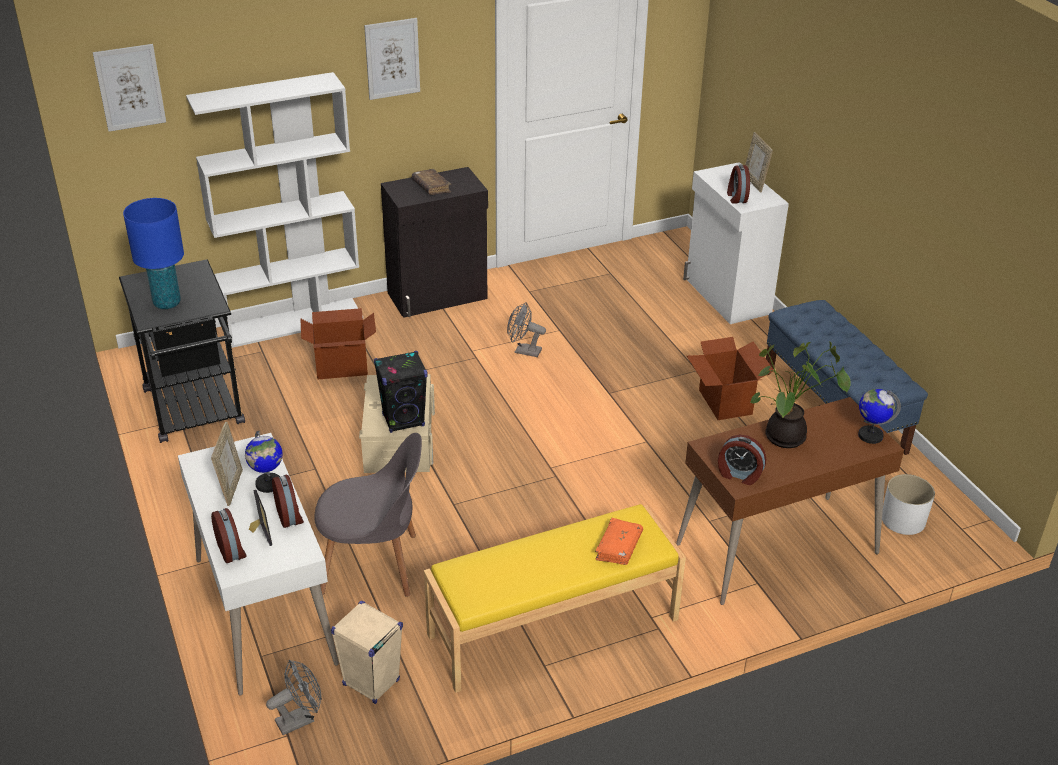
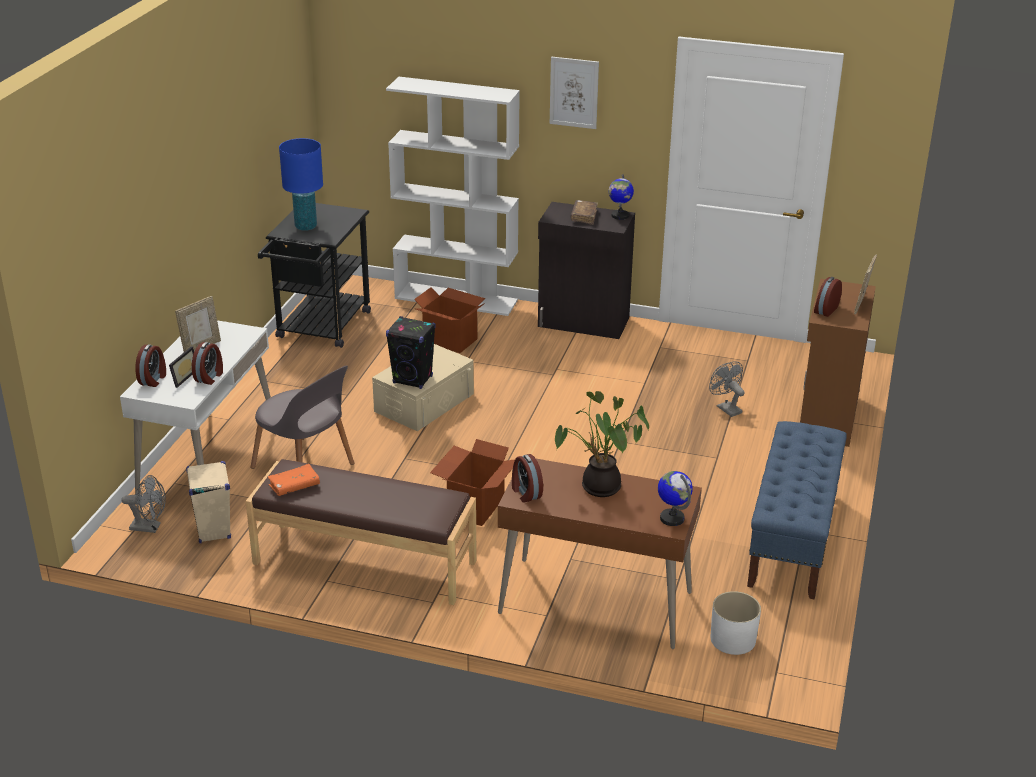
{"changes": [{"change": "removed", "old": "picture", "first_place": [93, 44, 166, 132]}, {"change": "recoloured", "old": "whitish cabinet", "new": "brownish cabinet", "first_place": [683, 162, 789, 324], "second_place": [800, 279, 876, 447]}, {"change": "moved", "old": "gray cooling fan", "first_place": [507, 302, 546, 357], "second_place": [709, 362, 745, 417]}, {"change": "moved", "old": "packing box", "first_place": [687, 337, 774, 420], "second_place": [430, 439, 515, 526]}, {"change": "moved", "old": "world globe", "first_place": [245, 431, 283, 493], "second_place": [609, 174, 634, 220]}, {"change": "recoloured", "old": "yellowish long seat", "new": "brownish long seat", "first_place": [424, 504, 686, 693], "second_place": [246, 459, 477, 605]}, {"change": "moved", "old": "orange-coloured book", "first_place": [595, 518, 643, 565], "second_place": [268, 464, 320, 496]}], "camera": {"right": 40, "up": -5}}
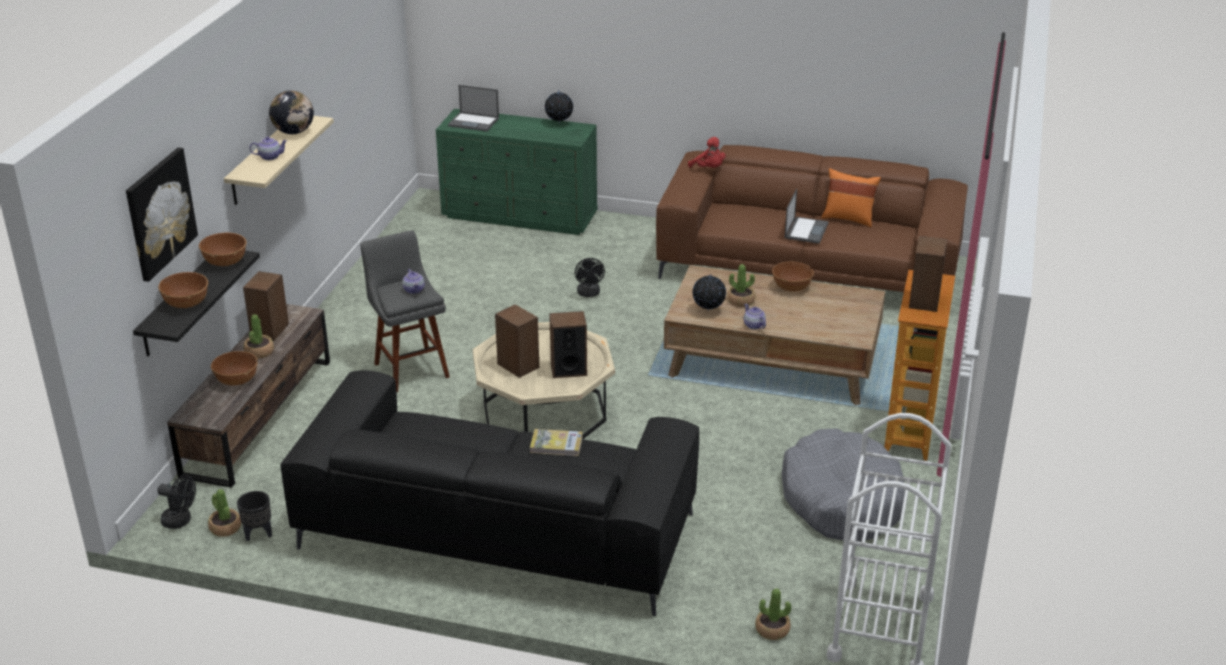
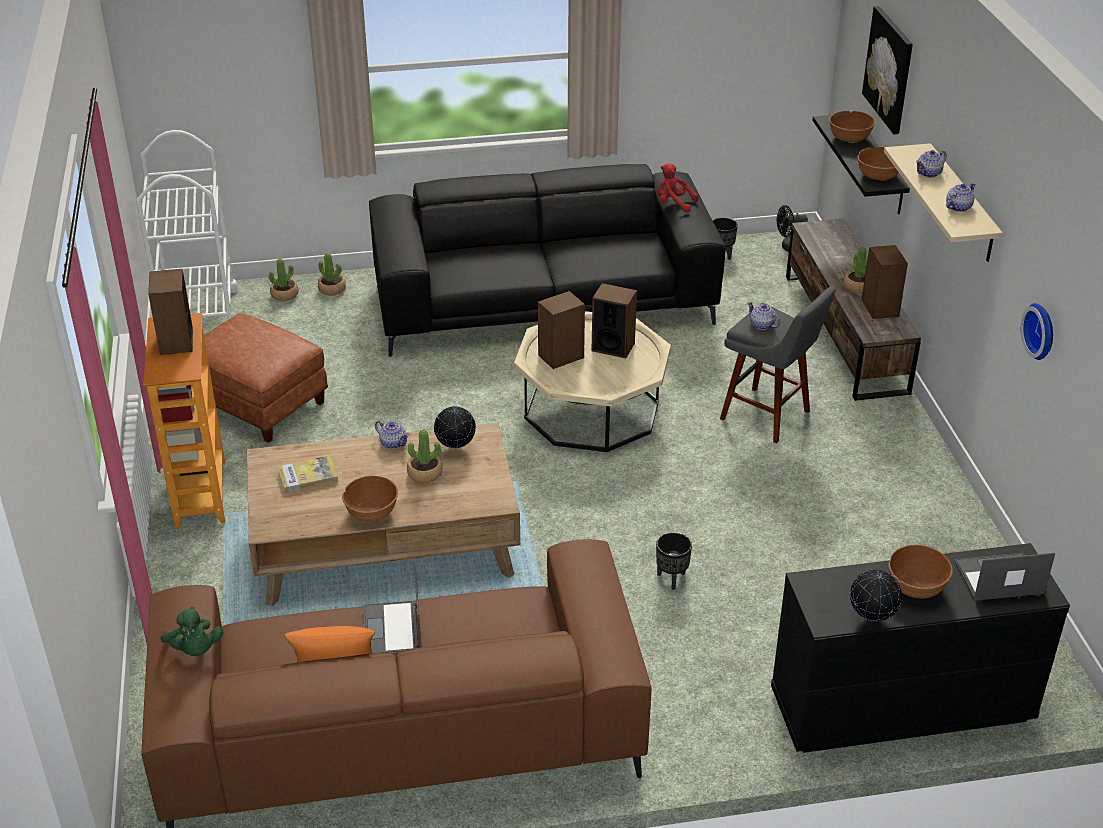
{"changes": [{"change": "replaced", "old": "world globe", "new": "pot for tea", "first_place": [269, 90, 314, 134], "second_place": [946, 183, 976, 212]}, {"change": "recoloured", "old": "green-coloured dresser", "new": "black dresser", "first_place": [436, 109, 597, 235], "second_place": [771, 543, 1070, 753]}, {"change": "moved", "old": "reddish plush toy", "first_place": [688, 137, 726, 168], "second_place": [658, 163, 698, 212]}, {"change": "replaced", "old": "black cooling fan", "new": "black flower pot", "first_place": [575, 258, 605, 297], "second_place": [656, 532, 692, 590]}, {"change": "moved", "old": "brownish serving bowl", "first_place": [211, 351, 258, 386], "second_place": [888, 545, 953, 599]}, {"change": "moved", "old": "book", "first_place": [530, 429, 583, 456], "second_place": [277, 456, 338, 493]}, {"change": "replaced", "old": "gray dog cushion", "new": "brownish footrest", "first_place": [781, 429, 905, 542], "second_place": [204, 313, 328, 443]}, {"change": "moved", "old": "plant in a pot", "first_place": [208, 489, 241, 537], "second_place": [318, 253, 346, 295]}, {"change": "added", "new": "wall clock", "second_place": [1021, 303, 1053, 360]}, {"change": "added", "new": "green-coloured plush toy", "second_place": [160, 607, 223, 656]}], "camera": {"right": 155, "up": 5}}
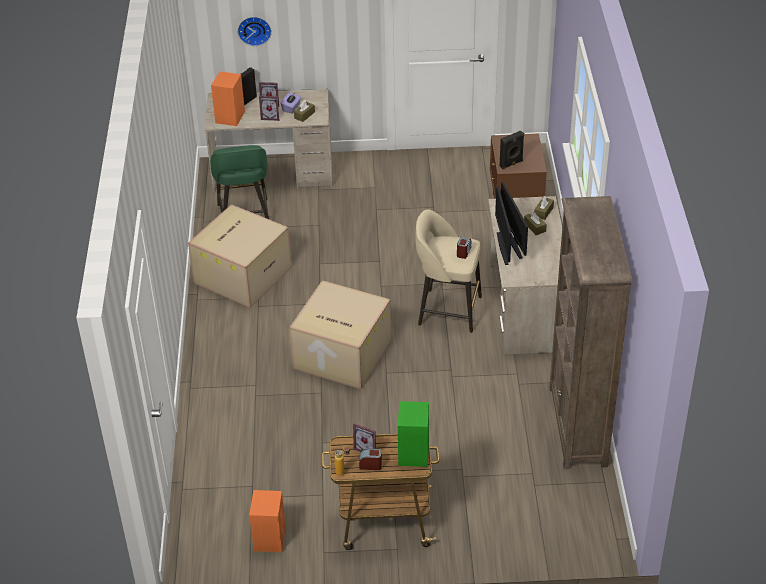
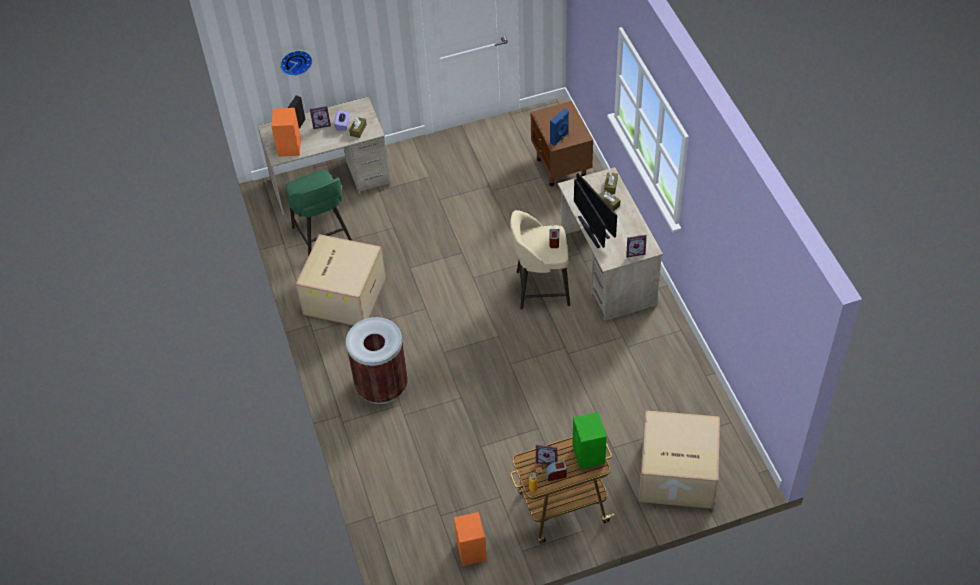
{"changes": [{"change": "moved", "old": "picture frame", "first_place": [259, 95, 279, 121], "second_place": [626, 235, 647, 258]}, {"change": "recoloured", "old": "black audio speaker", "new": "blue-coloured audio speaker", "first_place": [500, 130, 524, 169], "second_place": [550, 108, 569, 146]}, {"change": "removed", "old": "brownish bookcase", "first_place": [549, 196, 632, 469]}, {"change": "moved", "old": "packing box", "first_place": [289, 280, 391, 389], "second_place": [639, 410, 720, 509]}, {"change": "added", "new": "brownish rubbish bin", "second_place": [346, 317, 408, 404]}], "camera": {"right": -15, "up": 10}}
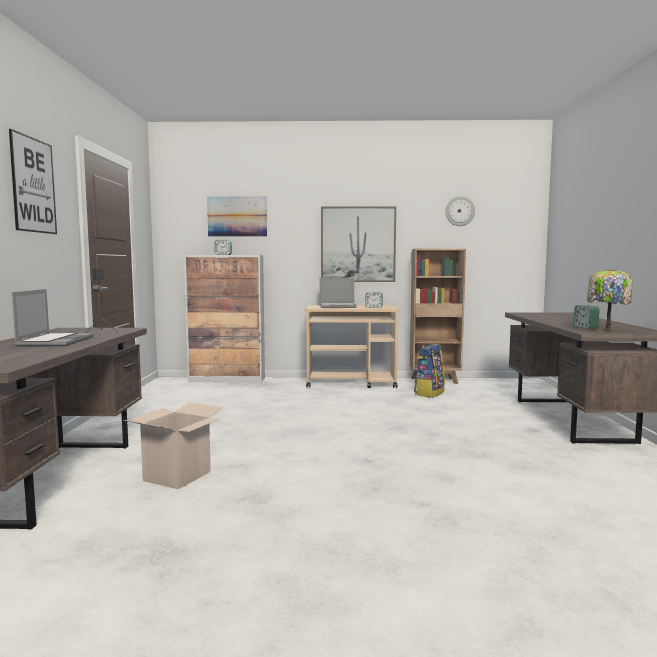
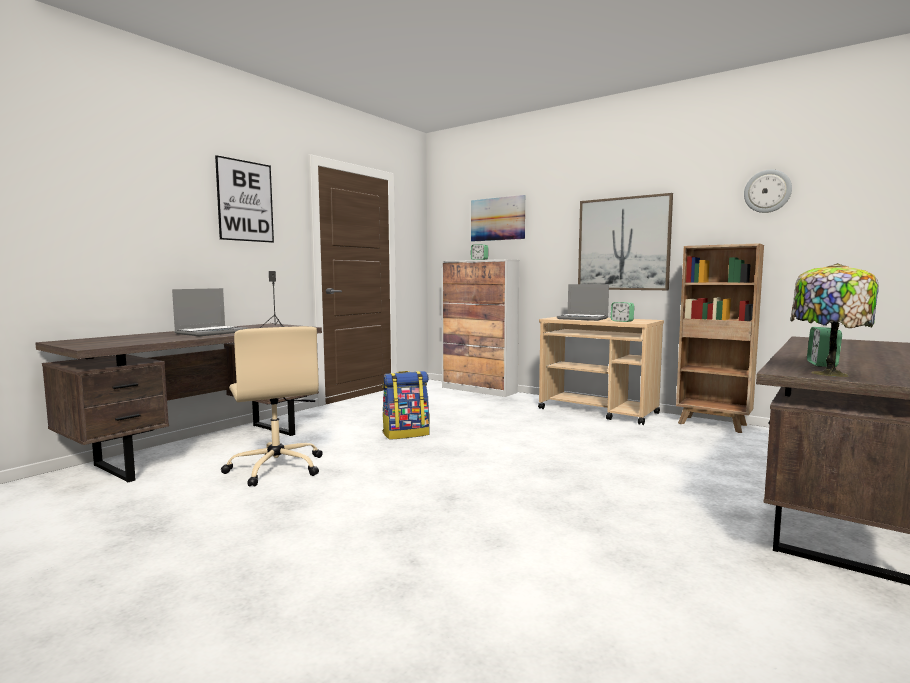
{"changes": [{"change": "moved", "old": "backpack", "first_place": [414, 344, 445, 398], "second_place": [382, 371, 430, 440]}, {"change": "replaced", "old": "packing box", "new": "beige-coloured desk chair", "first_place": [124, 402, 223, 489], "second_place": [221, 326, 323, 487]}], "camera": {"right": 35, "up": 0}}
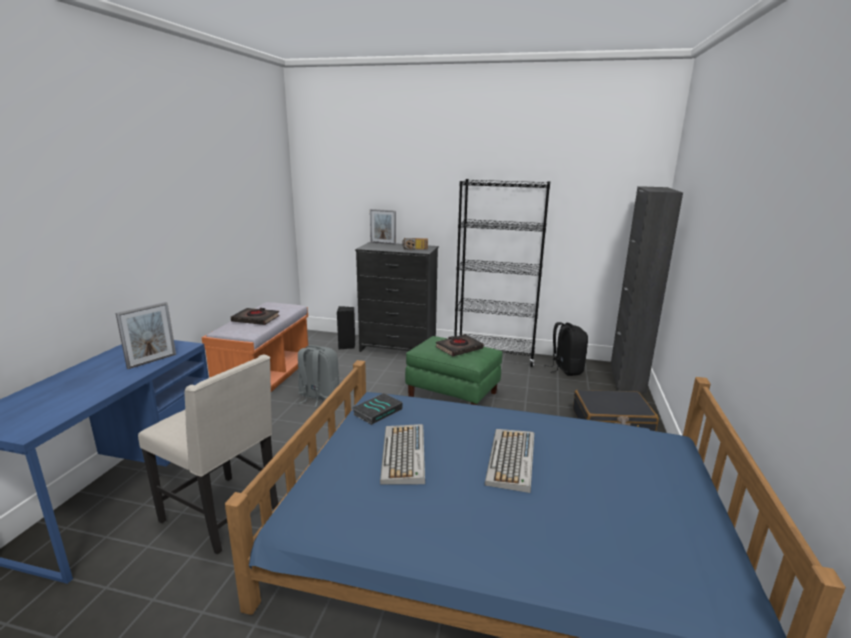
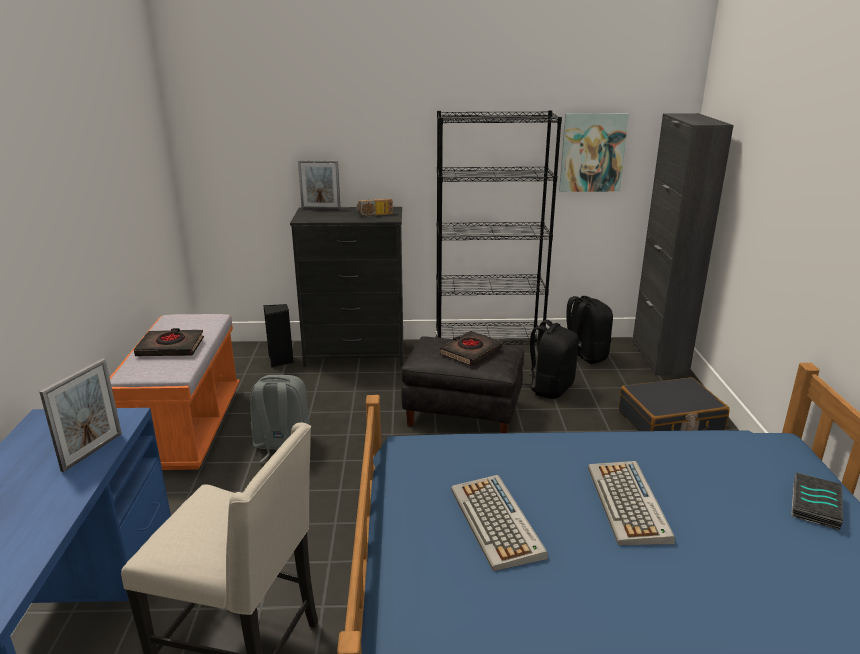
{"changes": [{"change": "recoloured", "old": "green-coloured footrest", "new": "black footrest", "first_place": [405, 336, 502, 405], "second_place": [401, 336, 524, 433]}, {"change": "moved", "old": "book", "first_place": [352, 393, 403, 425], "second_place": [791, 472, 843, 530]}, {"change": "added", "new": "picture", "second_place": [559, 113, 629, 192]}, {"change": "added", "new": "black backpack", "second_place": [522, 320, 579, 399]}], "camera": {"right": -15, "up": 5}}
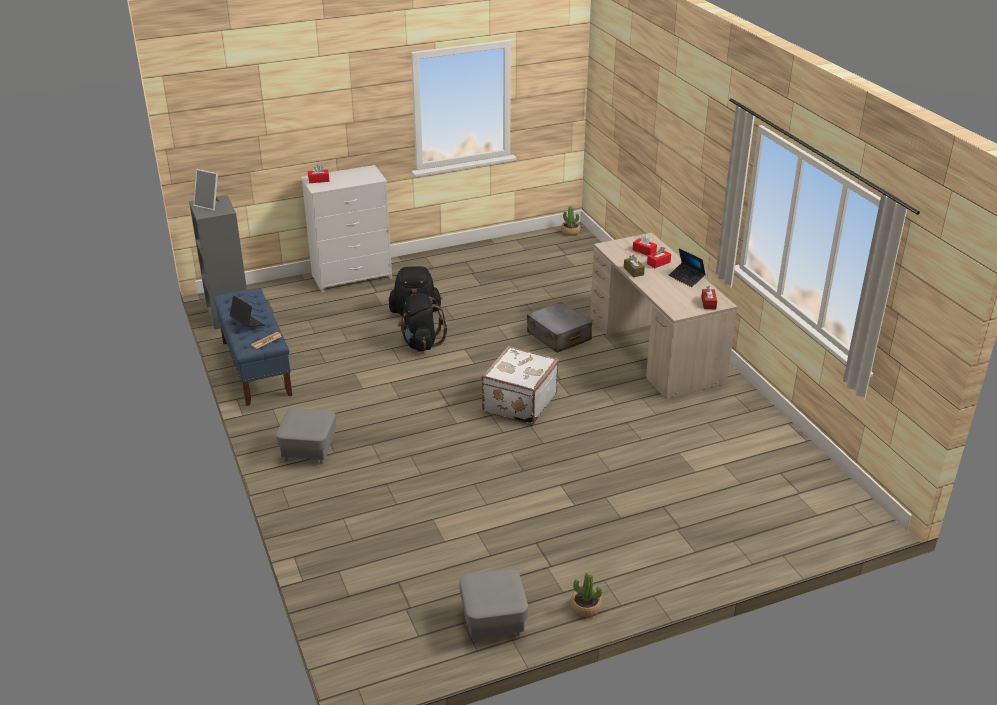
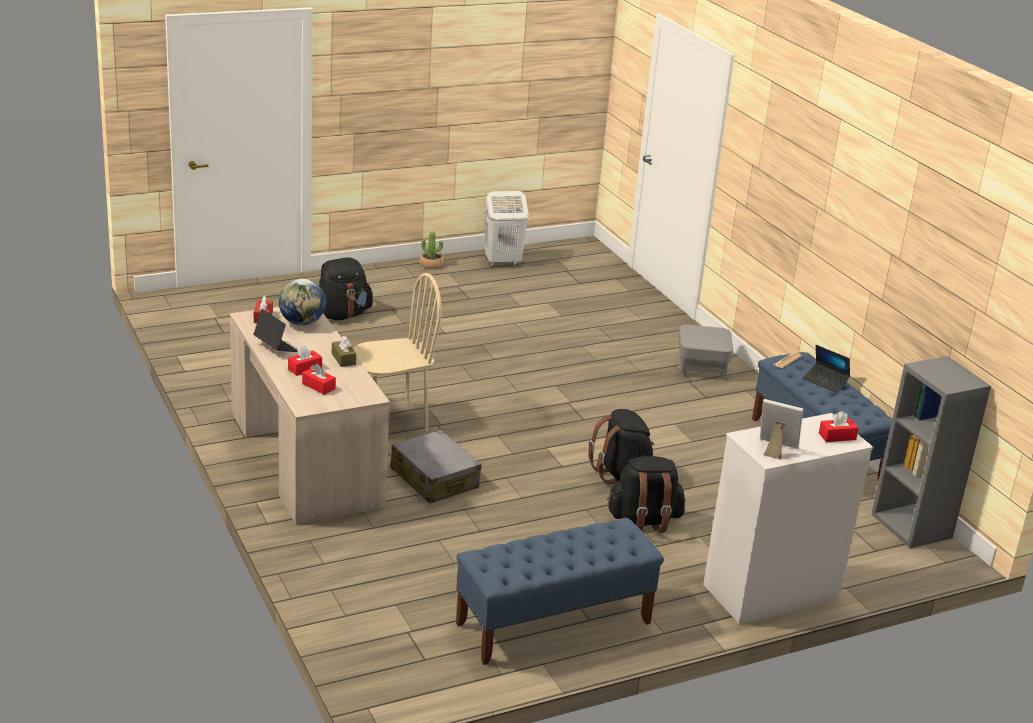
{"changes": [{"change": "moved", "old": "picture frame", "first_place": [193, 169, 221, 211], "second_place": [760, 399, 803, 460]}, {"change": "removed", "old": "plant in a pot", "first_place": [561, 206, 580, 236]}, {"change": "removed", "old": "whitish piece of luggage", "first_place": [481, 346, 559, 425]}, {"change": "replaced", "old": "gray footrest", "new": "whitish washing basket", "first_place": [460, 569, 528, 643], "second_place": [483, 191, 529, 266]}, {"change": "added", "new": "black backpack", "second_place": [318, 257, 373, 320]}, {"change": "added", "new": "beige-coloured upright chair", "second_place": [353, 273, 442, 431]}, {"change": "added", "new": "world globe", "second_place": [279, 278, 326, 326]}, {"change": "added", "new": "blue-coloured long seat", "second_place": [456, 518, 664, 665]}], "camera": {"right": 175, "up": -5}}
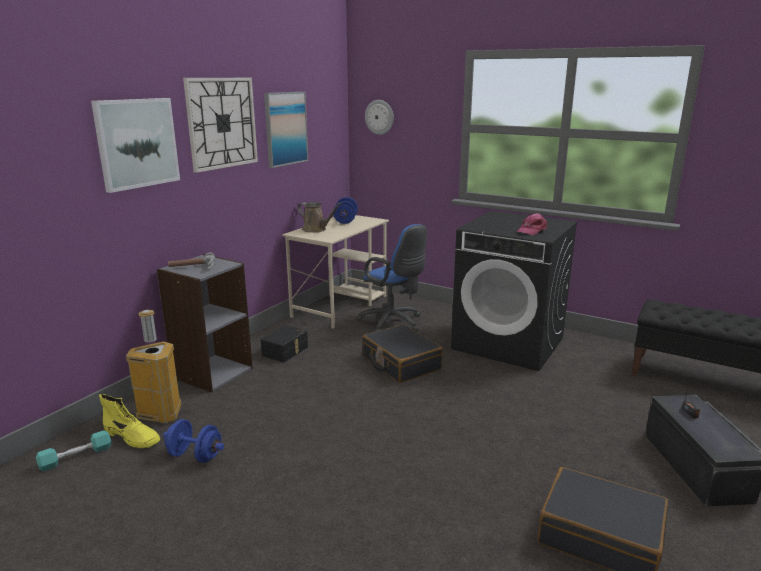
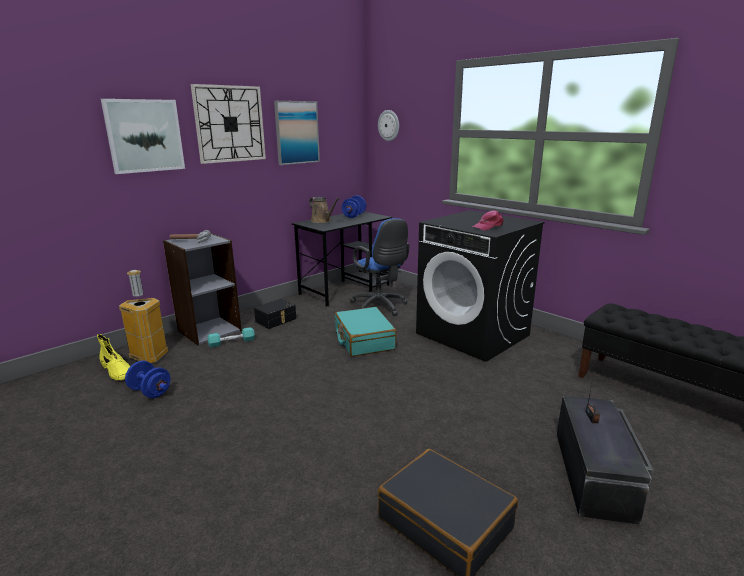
{"changes": [{"change": "recoloured", "old": "beige-coloured desk table", "new": "black desk table", "first_place": [282, 215, 389, 329], "second_place": [292, 212, 392, 307]}, {"change": "recoloured", "old": "black piece of luggage", "new": "blue-green piece of luggage", "first_place": [362, 324, 443, 383], "second_place": [335, 307, 397, 357]}, {"change": "moved", "old": "blue-green dumbbell", "first_place": [36, 430, 111, 472], "second_place": [207, 327, 255, 348]}], "camera": {"right": 15, "up": 0}}
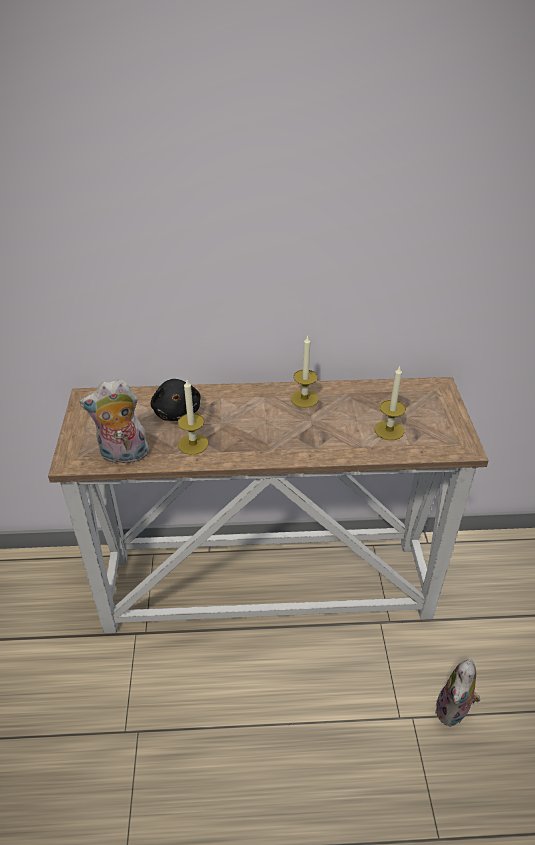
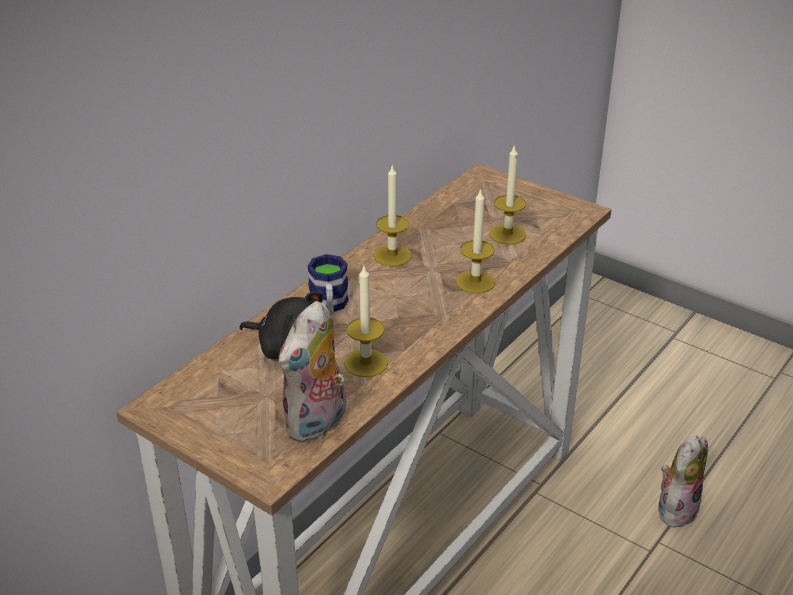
{"changes": [{"change": "turned", "old": "plush toy", "first_place": [435, 659, 481, 727], "second_place": [658, 436, 708, 527], "degrees": -120}, {"change": "added", "new": "wax light", "second_place": [456, 188, 496, 293]}, {"change": "added", "new": "tea mug", "second_place": [307, 254, 349, 314]}], "camera": {"right": -50, "up": -5}}
